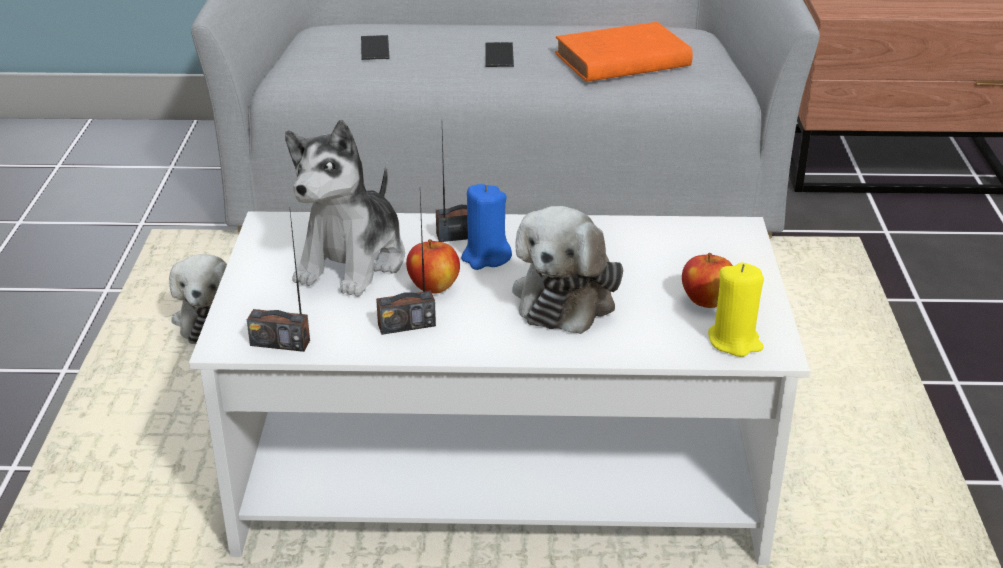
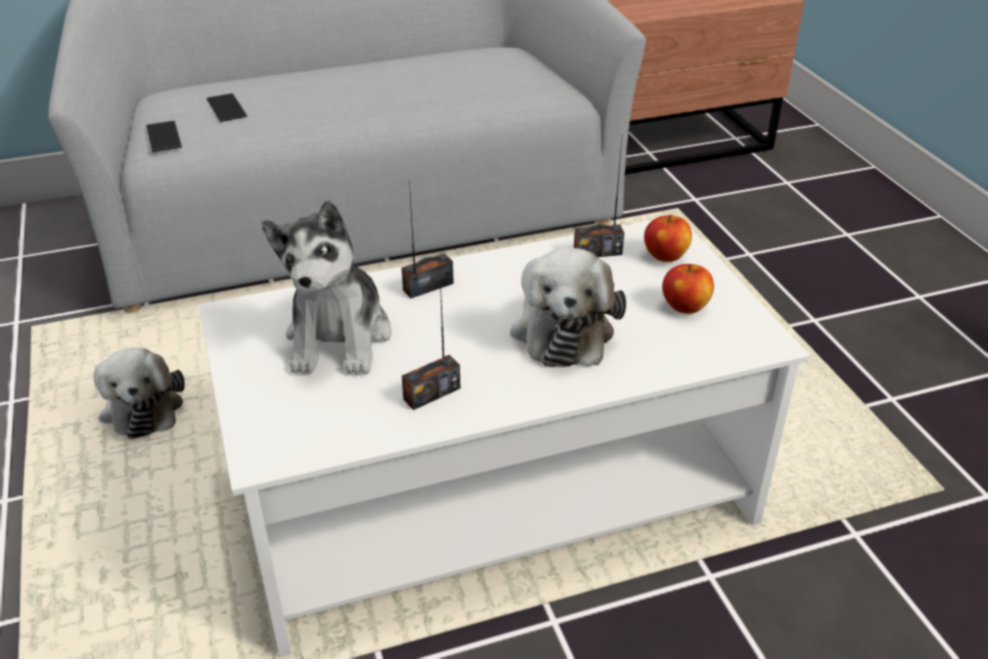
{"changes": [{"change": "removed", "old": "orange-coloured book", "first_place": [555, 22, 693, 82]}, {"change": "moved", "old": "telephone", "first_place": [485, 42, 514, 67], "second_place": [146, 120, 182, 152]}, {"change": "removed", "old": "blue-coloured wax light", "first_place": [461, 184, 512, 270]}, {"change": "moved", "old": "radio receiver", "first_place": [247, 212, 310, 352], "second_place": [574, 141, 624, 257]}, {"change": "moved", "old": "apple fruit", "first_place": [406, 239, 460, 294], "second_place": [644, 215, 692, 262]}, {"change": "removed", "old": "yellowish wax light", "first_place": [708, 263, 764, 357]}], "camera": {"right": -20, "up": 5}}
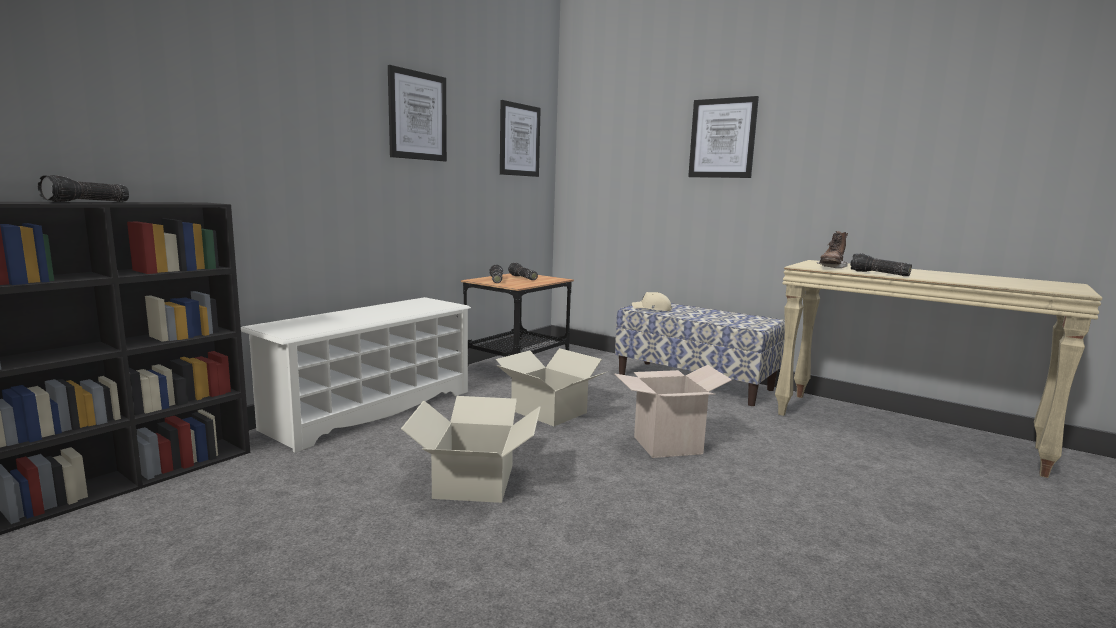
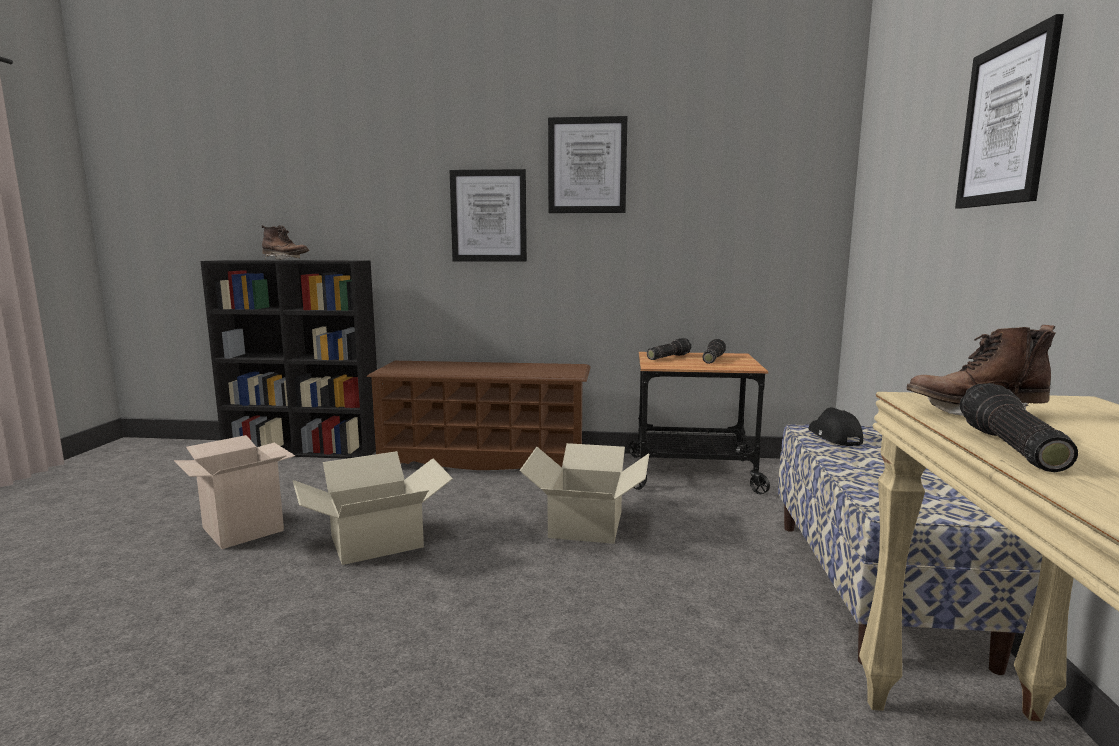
{"changes": [{"change": "moved", "old": "picture", "first_place": [500, 100, 541, 177], "second_place": [450, 169, 527, 262]}, {"change": "replaced", "old": "hand torch", "new": "brownish boot", "first_place": [38, 175, 129, 202], "second_place": [262, 225, 309, 260]}, {"change": "recoloured", "old": "beige-coloured baseball cap", "new": "black baseball cap", "first_place": [632, 292, 672, 311], "second_place": [808, 407, 863, 446]}, {"change": "recoloured", "old": "whitish shoe rack", "new": "brownish shoe rack", "first_place": [241, 297, 471, 453], "second_place": [366, 361, 591, 470]}, {"change": "moved", "old": "packing box", "first_place": [614, 365, 732, 458], "second_place": [174, 435, 295, 549]}], "camera": {"right": 60, "up": 0}}
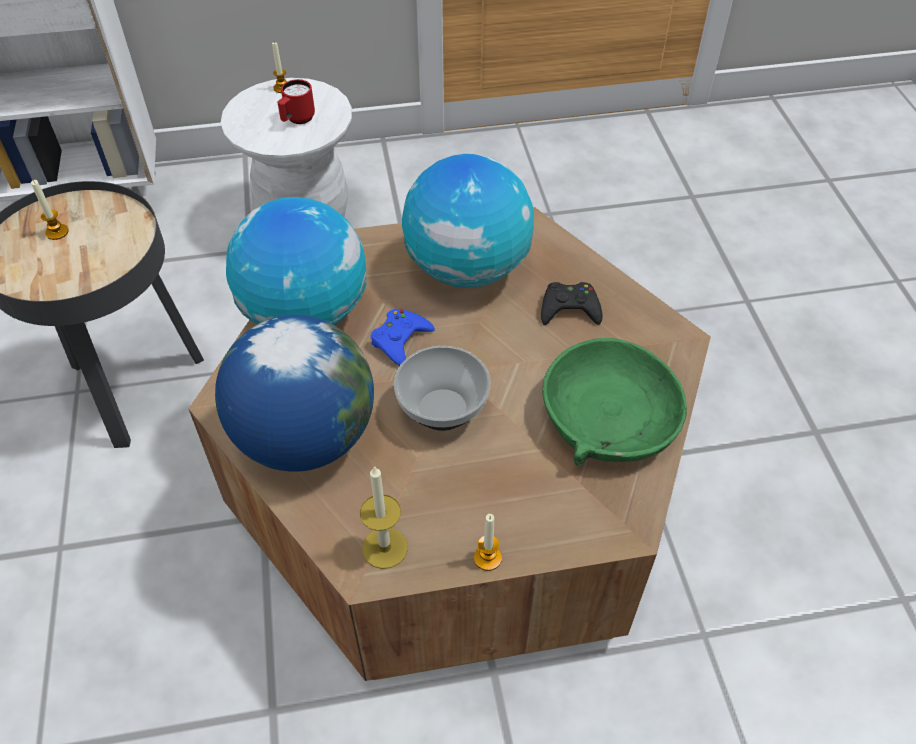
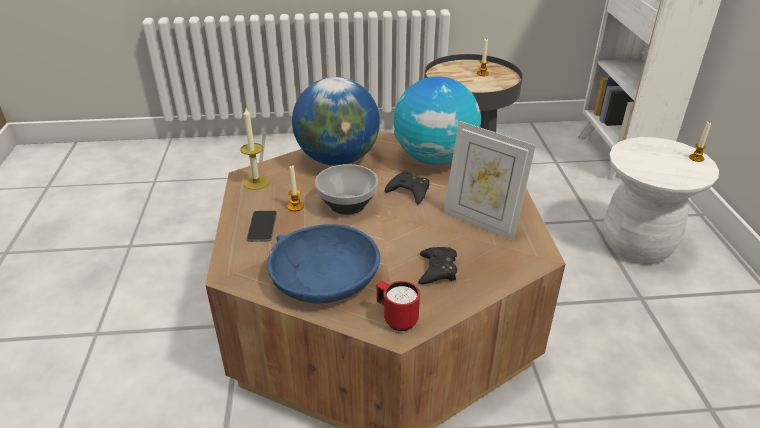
{"changes": [{"change": "moved", "old": "reddish tea mug", "first_place": [277, 79, 315, 124], "second_place": [377, 281, 420, 331]}, {"change": "replaced", "old": "world globe", "new": "picture frame", "first_place": [402, 154, 534, 288], "second_place": [444, 121, 536, 241]}, {"change": "recoloured", "old": "blue-coloured gamepad", "new": "black gamepad", "first_place": [371, 309, 435, 366], "second_place": [385, 171, 429, 204]}, {"change": "recoloured", "old": "green-coloured serving bowl", "new": "blue-coloured serving bowl", "first_place": [542, 338, 687, 466], "second_place": [267, 224, 380, 304]}, {"change": "moved", "old": "wax light", "first_place": [474, 514, 502, 571], "second_place": [287, 165, 304, 211]}, {"change": "added", "new": "telephone", "second_place": [247, 211, 277, 242]}], "camera": {"right": 95, "up": -15}}
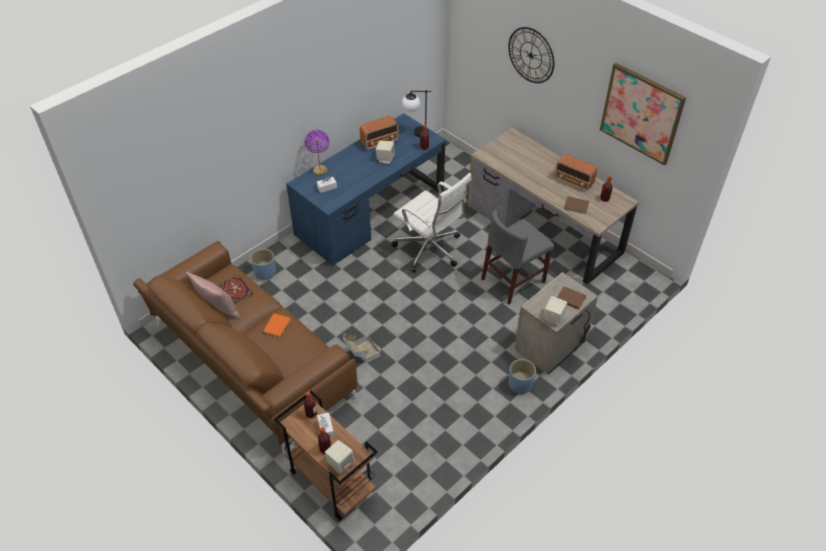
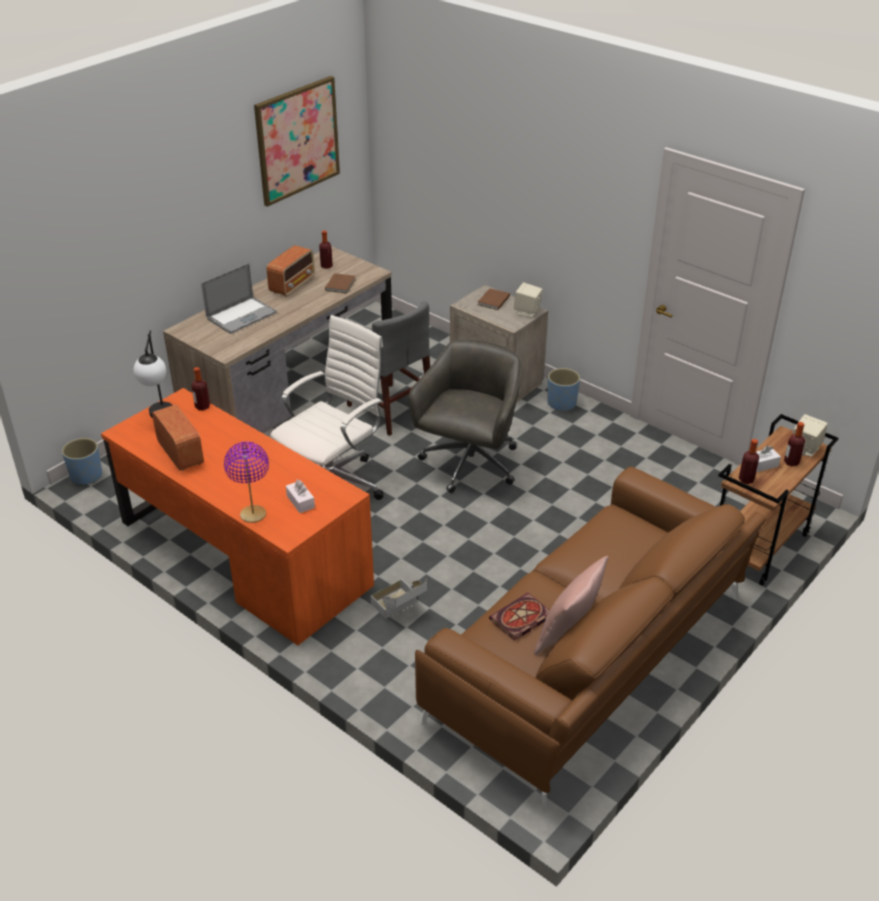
{"changes": [{"change": "removed", "old": "wall clock", "first_place": [508, 27, 554, 83]}, {"change": "recoloured", "old": "blue-coloured desk table", "new": "orange-coloured desk table", "first_place": [286, 113, 446, 266], "second_place": [101, 388, 374, 645]}, {"change": "removed", "old": "beige-coloured audio speaker", "first_place": [376, 141, 395, 164]}, {"change": "moved", "old": "blue-coloured flower pot", "first_place": [251, 249, 276, 280], "second_place": [62, 438, 102, 485]}, {"change": "removed", "old": "orange-coloured book", "first_place": [263, 314, 291, 338]}, {"change": "moved", "old": "packing box", "first_place": [343, 333, 380, 363], "second_place": [371, 578, 427, 619]}, {"change": "added", "new": "notebook computer", "second_place": [201, 263, 277, 334]}, {"change": "added", "new": "gray desk chair", "second_place": [409, 339, 522, 493]}], "camera": {"right": -95, "up": -10}}
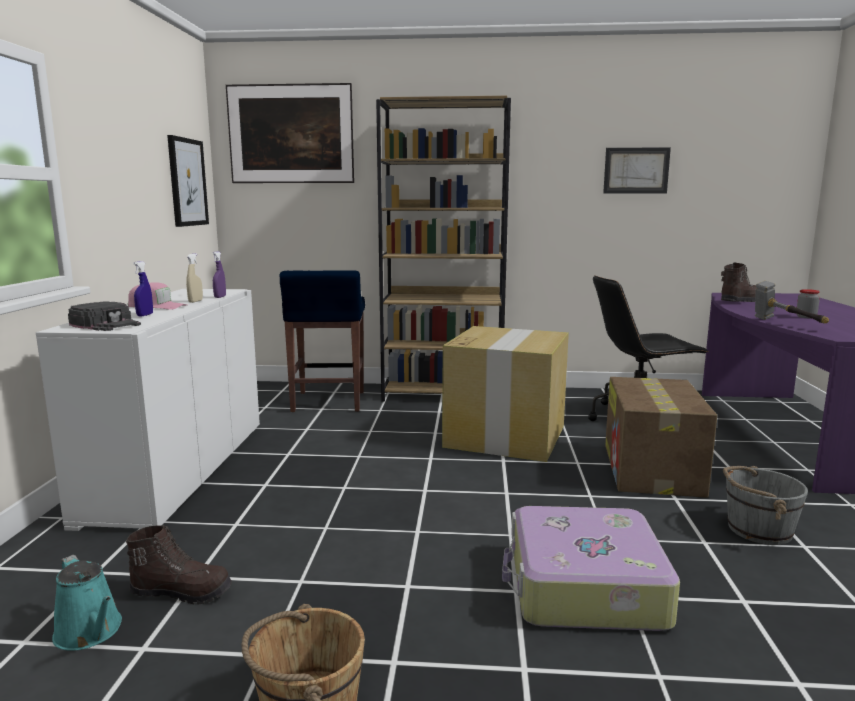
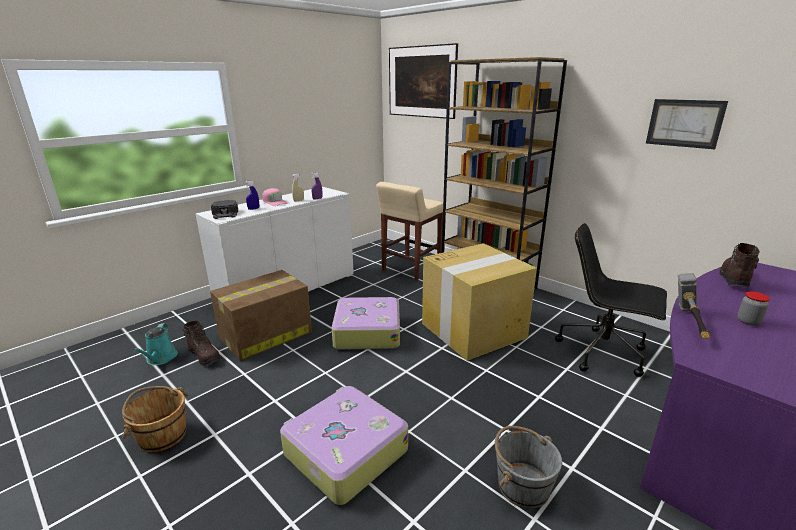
{"changes": [{"change": "removed", "old": "picture", "first_place": [167, 135, 209, 227]}, {"change": "turned", "old": "brownish boot", "first_place": [721, 263, 757, 302], "second_place": [719, 243, 760, 288], "degrees": -60}, {"change": "recoloured", "old": "blue-coloured sitting stool", "new": "beige-coloured sitting stool", "first_place": [279, 270, 365, 412], "second_place": [376, 182, 443, 281]}, {"change": "moved", "old": "packing box", "first_place": [605, 377, 717, 498], "second_place": [210, 270, 312, 361]}, {"change": "added", "new": "piece of luggage", "second_place": [332, 297, 400, 350]}], "camera": {"right": 40, "up": 10}}
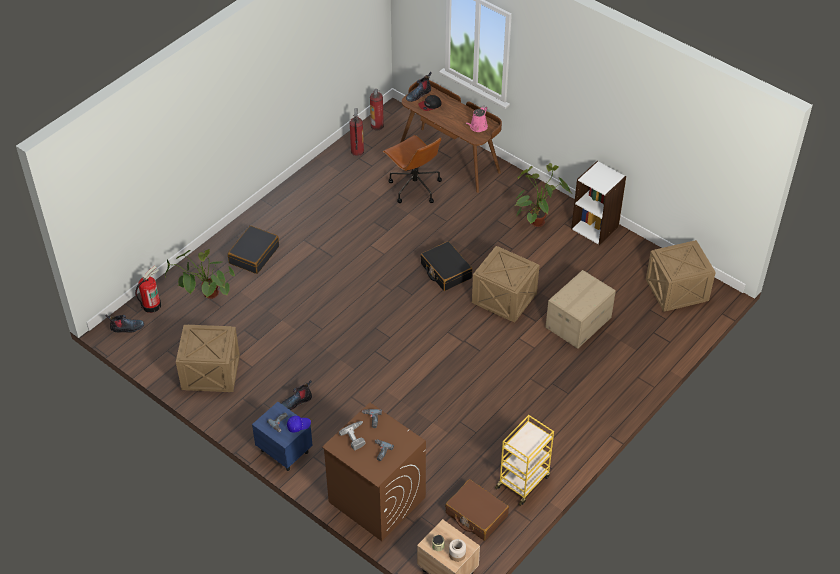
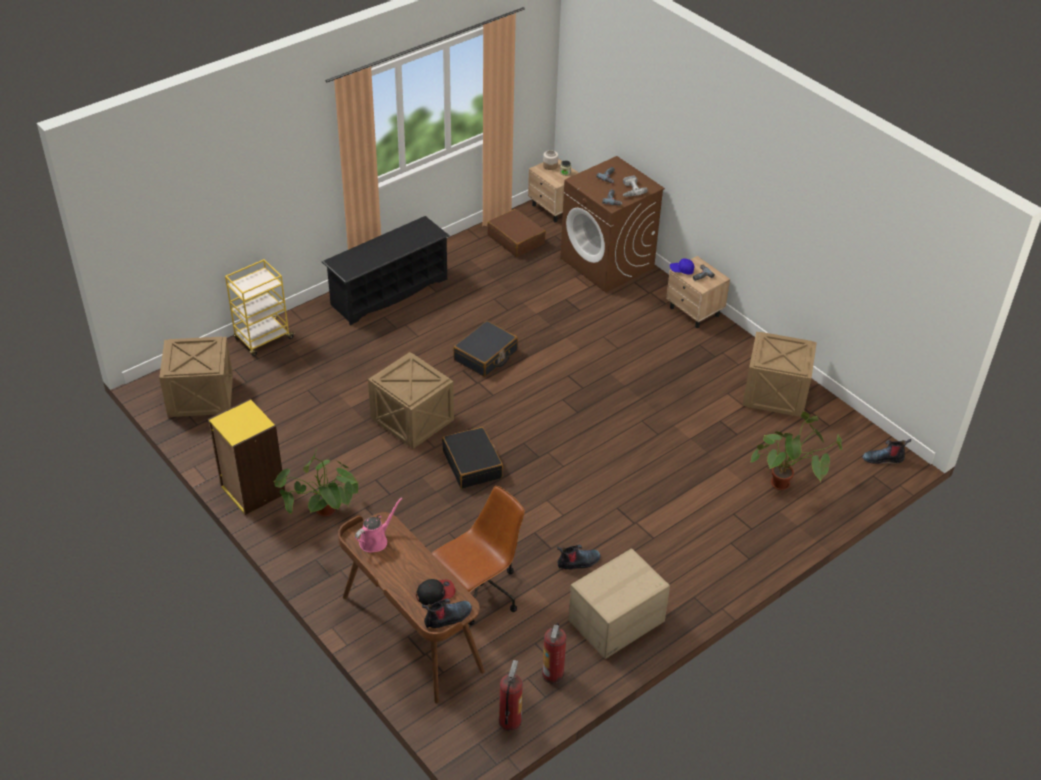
{"changes": [{"change": "turned", "old": "brownish desk chair", "first_place": [383, 135, 442, 203], "second_place": [432, 486, 525, 625], "degrees": 75}, {"change": "recoloured", "old": "whitish bookcase", "new": "yellowish bookcase", "first_place": [571, 161, 626, 245], "second_place": [208, 399, 285, 515]}, {"change": "moved", "old": "black piece of luggage", "first_place": [228, 226, 279, 274], "second_place": [453, 321, 518, 377]}, {"change": "removed", "old": "extinguisher", "first_place": [135, 266, 161, 313]}, {"change": "moved", "old": "packing box", "first_place": [545, 270, 616, 349], "second_place": [569, 548, 670, 659]}, {"change": "moved", "old": "boot", "first_place": [281, 380, 312, 410], "second_place": [557, 545, 600, 570]}, {"change": "recoloured", "old": "blue-coloured bedside table", "new": "beige-coloured bedside table", "first_place": [252, 402, 313, 471], "second_place": [666, 256, 730, 328]}, {"change": "moved", "old": "yellowish wheeled cart", "first_place": [495, 415, 554, 506], "second_place": [225, 259, 296, 356]}, {"change": "added", "new": "black shoe rack", "second_place": [322, 216, 450, 325]}], "camera": {"right": -170, "up": -5}}
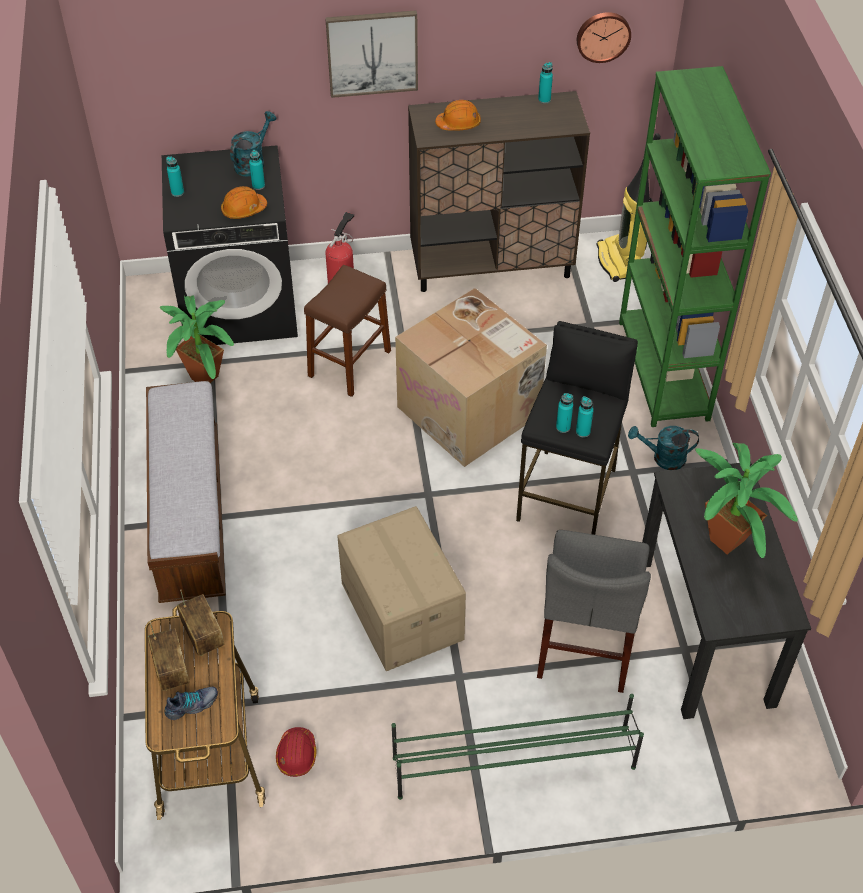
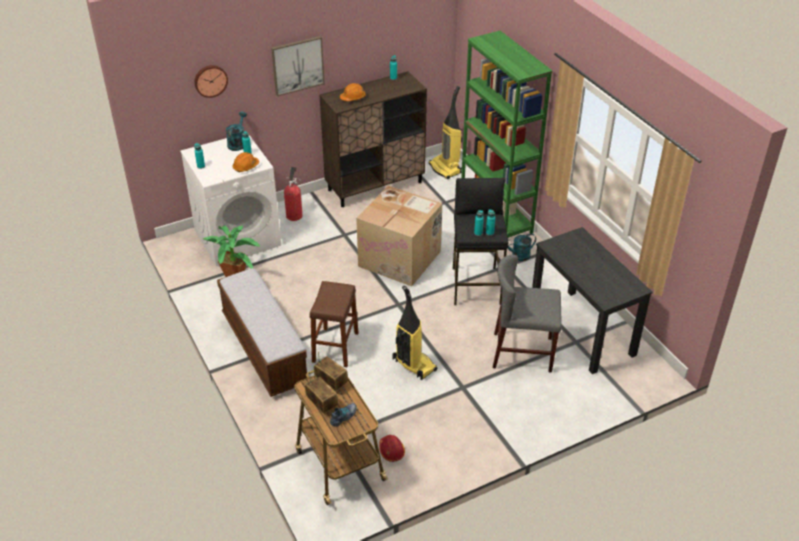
{"changes": [{"change": "moved", "old": "wall clock", "first_place": [577, 12, 631, 63], "second_place": [194, 65, 228, 98]}, {"change": "recoloured", "old": "black washing machine", "new": "whitish washing machine", "first_place": [162, 145, 298, 345], "second_place": [180, 135, 281, 266]}, {"change": "moved", "old": "brownish sitting stool", "first_place": [304, 265, 391, 397], "second_place": [310, 281, 359, 367]}, {"change": "removed", "old": "plant in a pot", "first_place": [695, 443, 798, 558]}, {"change": "replaced", "old": "packing box", "new": "vacuum", "first_place": [337, 506, 466, 671], "second_place": [393, 285, 437, 380]}, {"change": "turned", "old": "gray upright chair", "first_place": [537, 530, 651, 693], "second_place": [493, 255, 562, 373], "degrees": 105}, {"change": "removed", "old": "green-coloured shoe rack", "first_place": [392, 694, 644, 800]}], "camera": {"right": -20, "up": -10}}
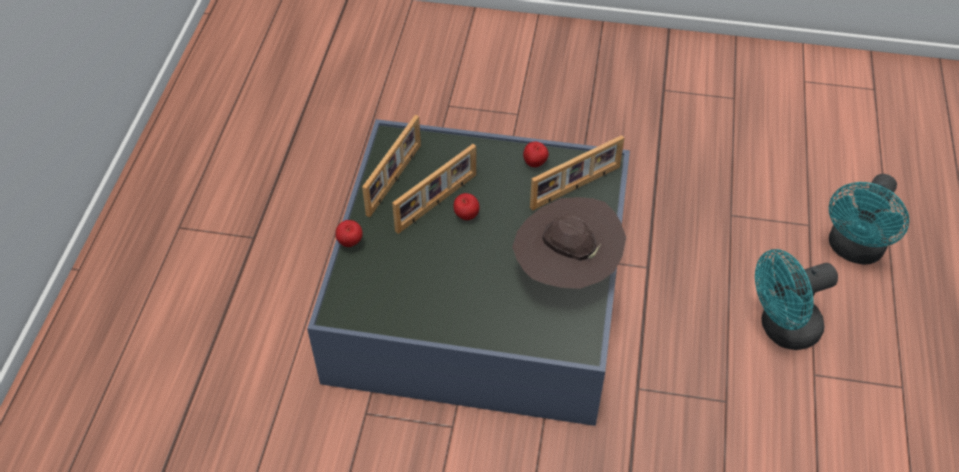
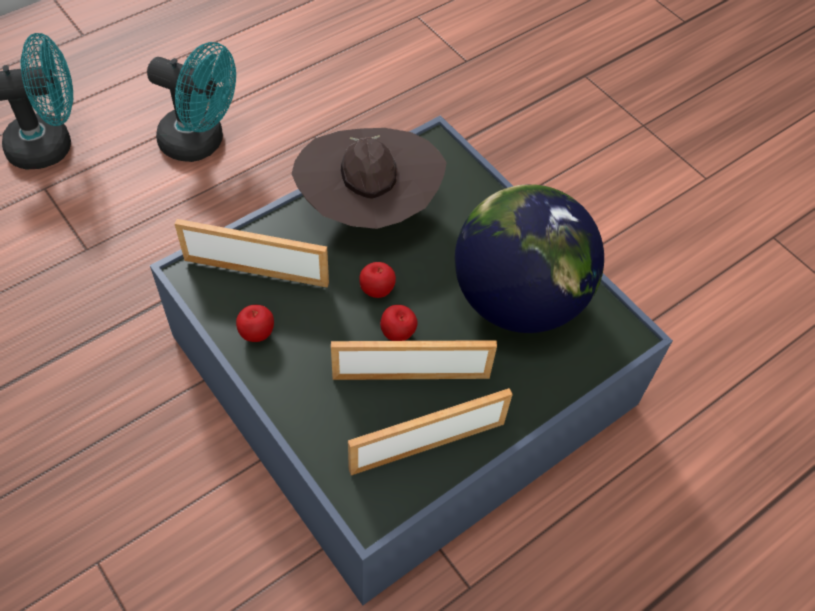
{"changes": [{"change": "moved", "old": "apple fruit", "first_place": [335, 220, 363, 247], "second_place": [359, 262, 396, 298]}, {"change": "added", "new": "world globe", "second_place": [455, 184, 604, 333]}], "camera": {"right": -140, "up": 5}}
